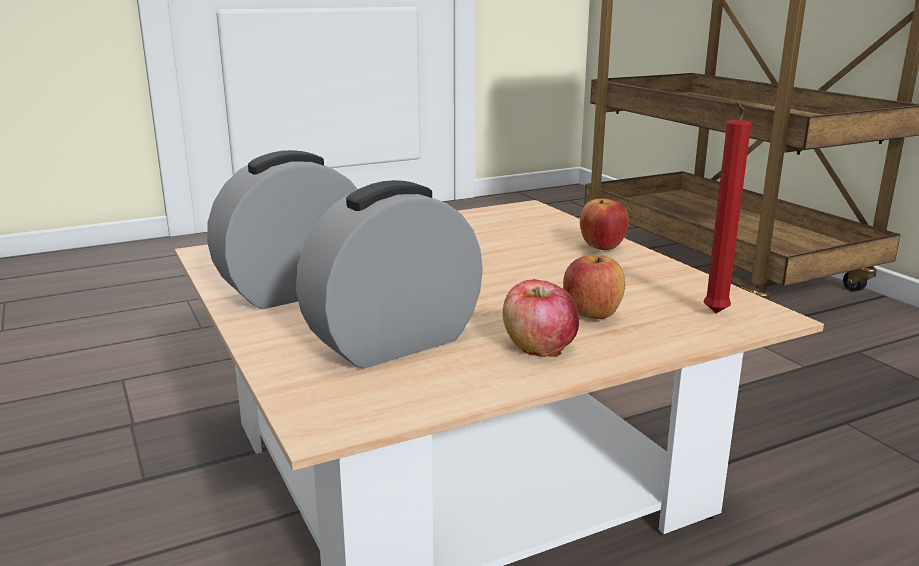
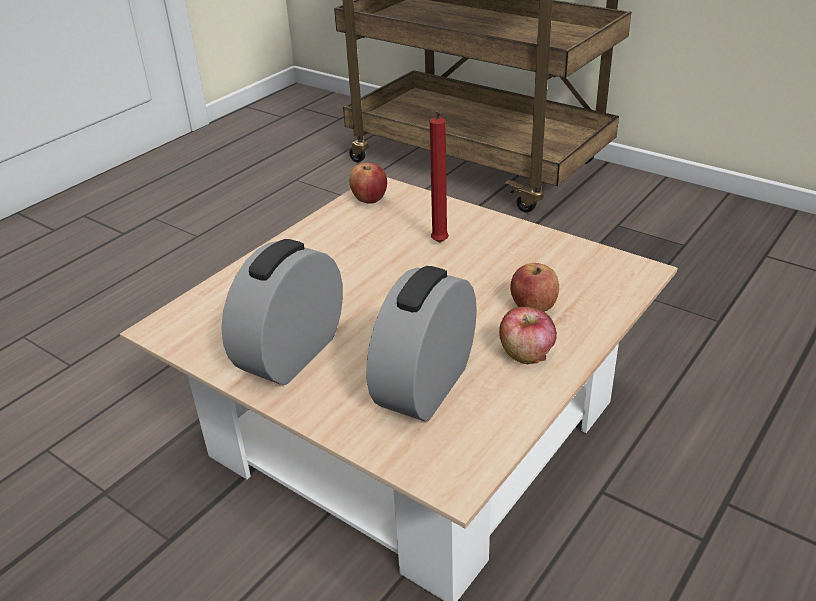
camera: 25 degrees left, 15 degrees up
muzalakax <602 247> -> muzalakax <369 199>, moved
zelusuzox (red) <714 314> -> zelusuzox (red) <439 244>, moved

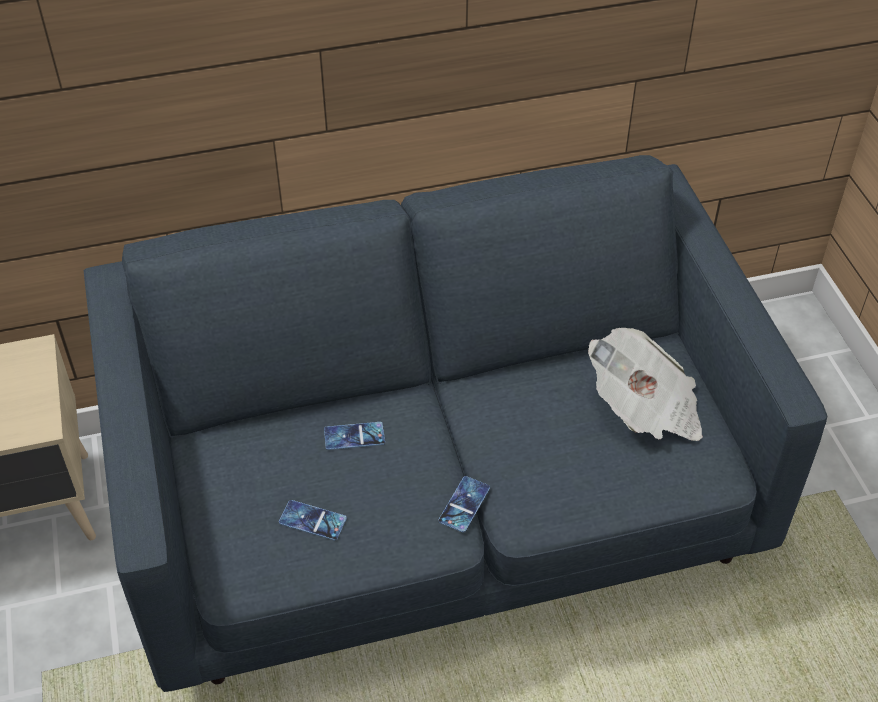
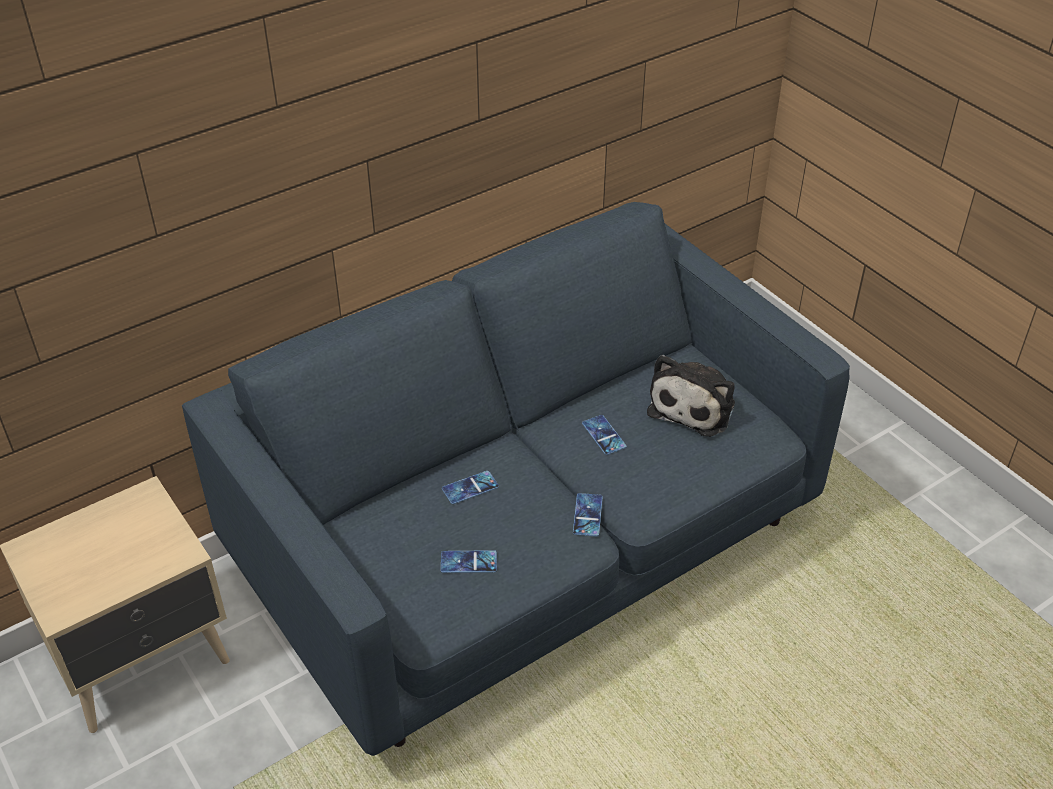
camera: 20 degrees left, 5 degrees down
none -> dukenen <604 435>
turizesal <644 409> -> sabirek <694 405>

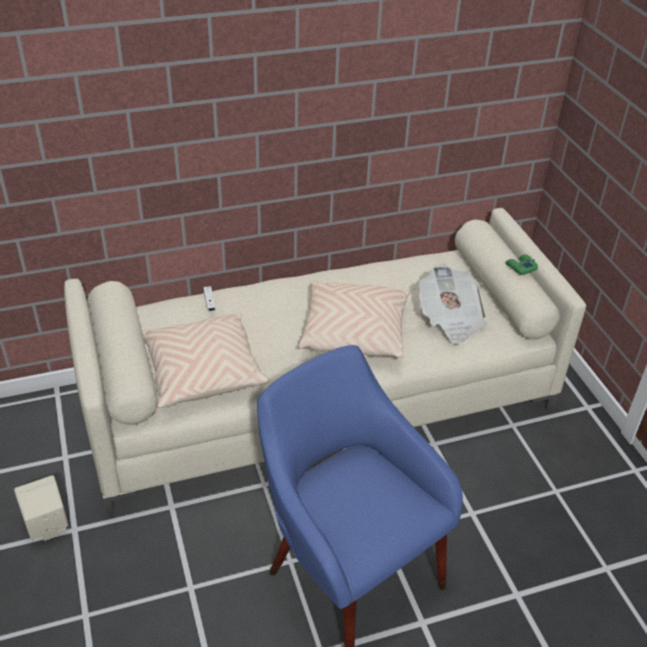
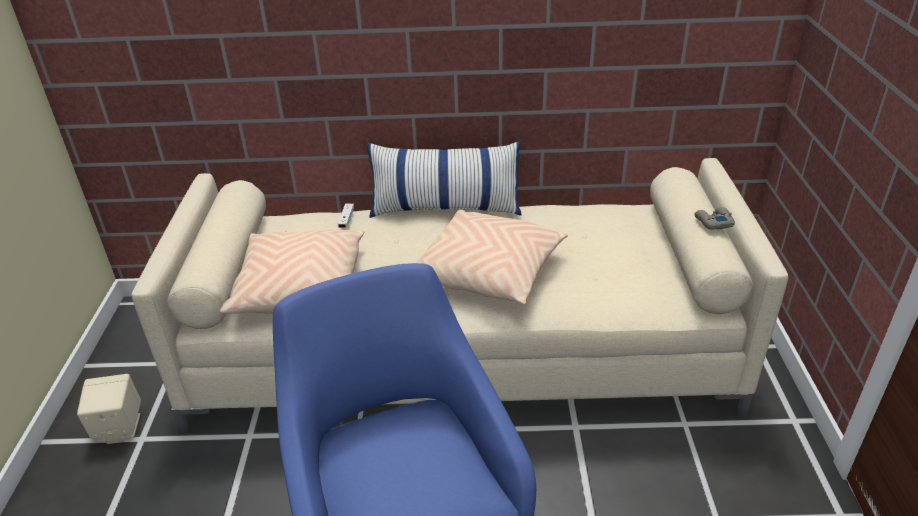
camera: 20 degrees right, 5 degrees down
turizesal <450 319> -> none
none -> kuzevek <445 207>
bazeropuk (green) <520 267> -> bazeropuk (grey) <713 222>

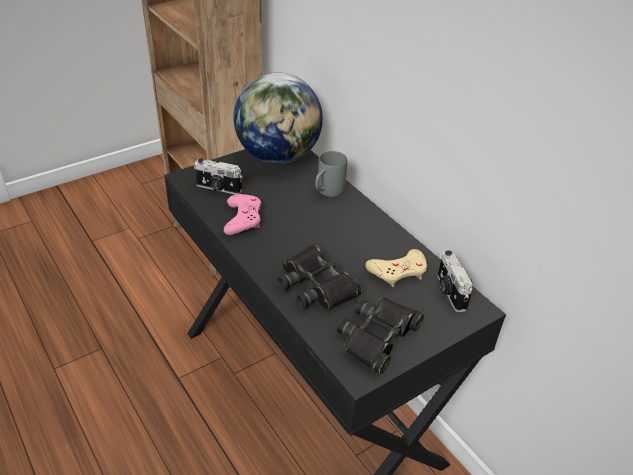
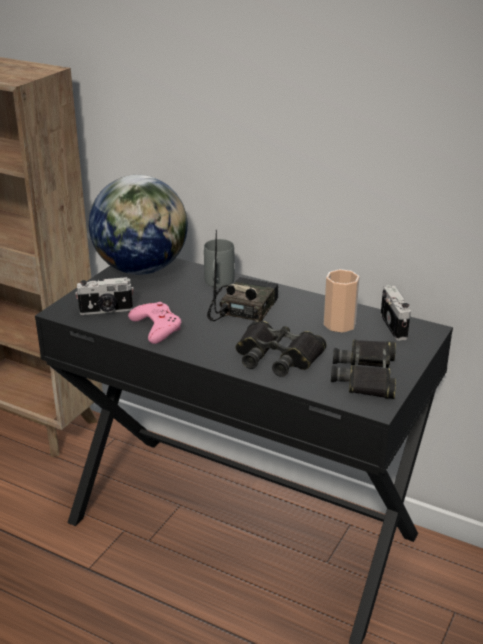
camera: 25 degrees left, 10 degrees down
none -> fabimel <243 308>
bazeropuk (beige) <398 271> -> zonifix <339 324>
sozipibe <449 292> -> sozipibe <395 326>, 150 degrees counterclockwise

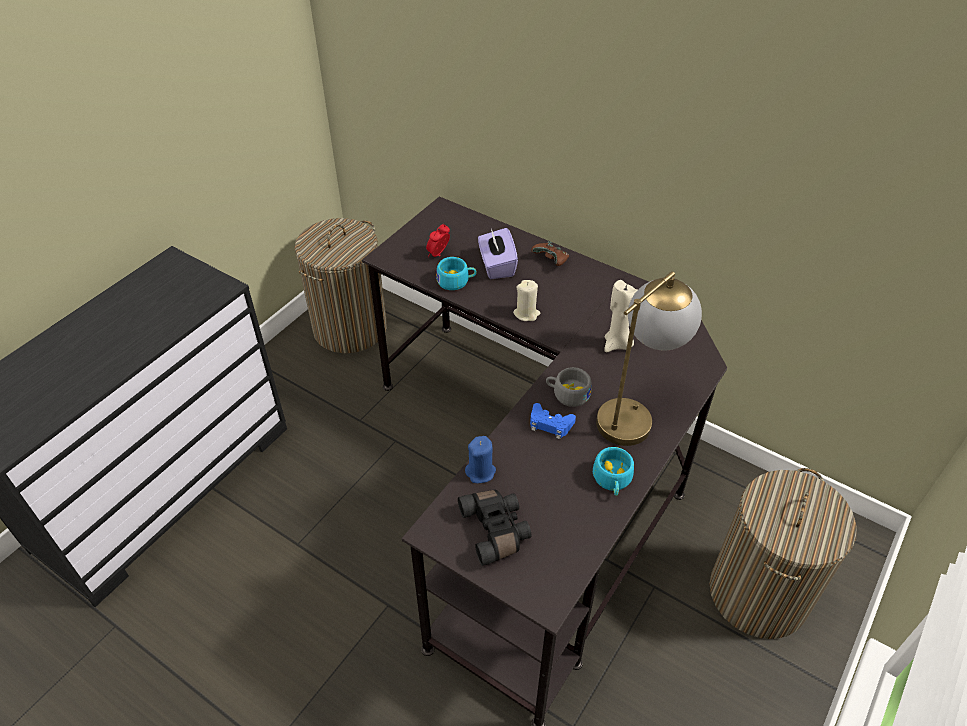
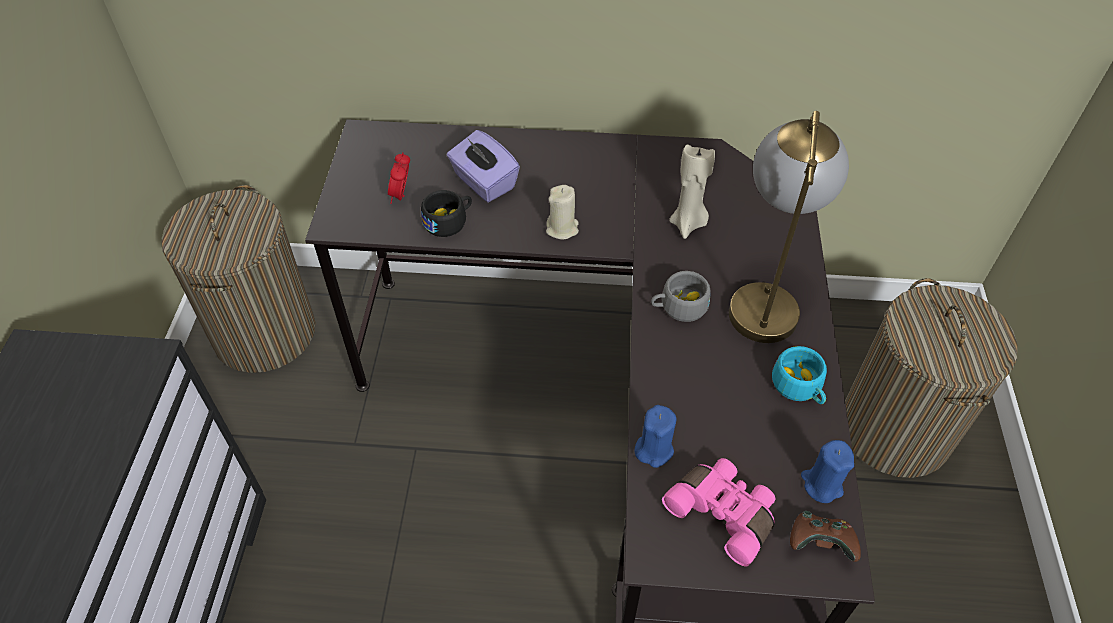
camera: 30 degrees left, 5 degrees up
bazeropuk (blue) <550 424> -> none
none -> zelusuzox (blue) <821 484>
bazeropuk (brown) <551 261> -> bazeropuk (brown) <820 543>, moved
zonifix (turquoise) <456 281> -> zonifix (black) <449 221>
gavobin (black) <496 530> -> gavobin (pink) <724 512>

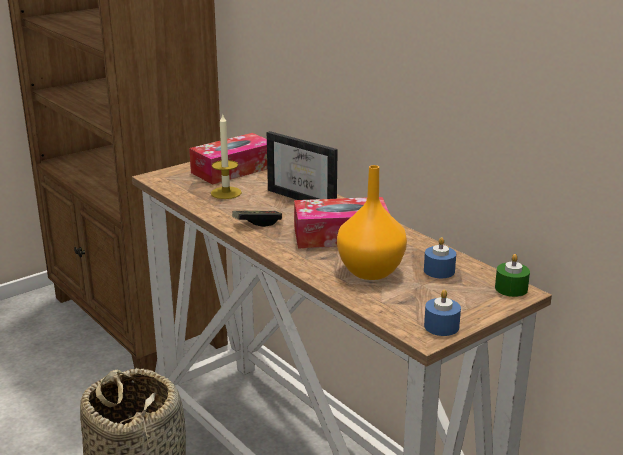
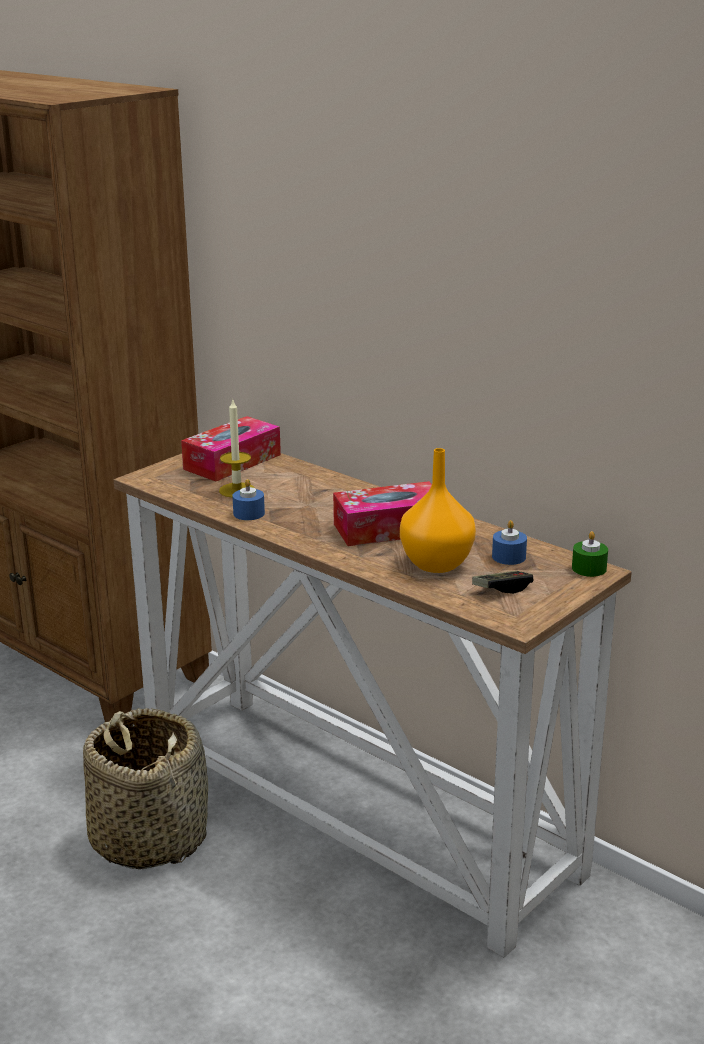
camera: 10 degrees left, 0 degrees up
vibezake <308 198> -> none
bazeropuk <257 223> -> bazeropuk <502 589>, moved
zelusuzox (blue) <441 326> -> zelusuzox (blue) <249 513>, moved

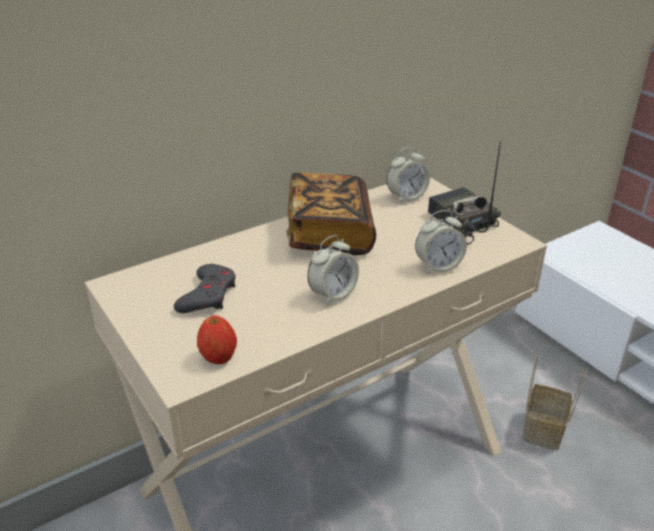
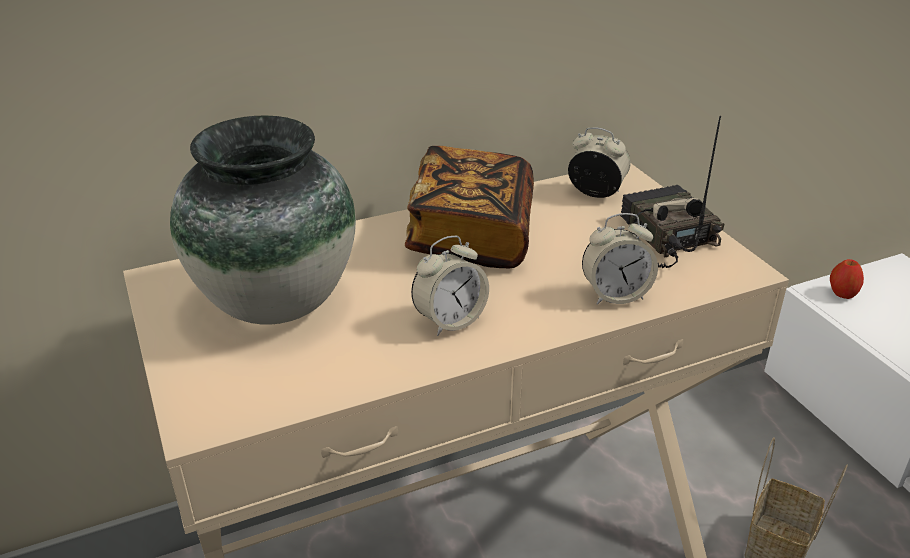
camera: 10 degrees right, 0 degrees up
muzalakax <218 357> -> muzalakax <842 294>, moved
bazeropuk (grey) <208 295> -> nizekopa <277 304>
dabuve <406 197> -> dabuve <596 193>, 135 degrees counterclockwise

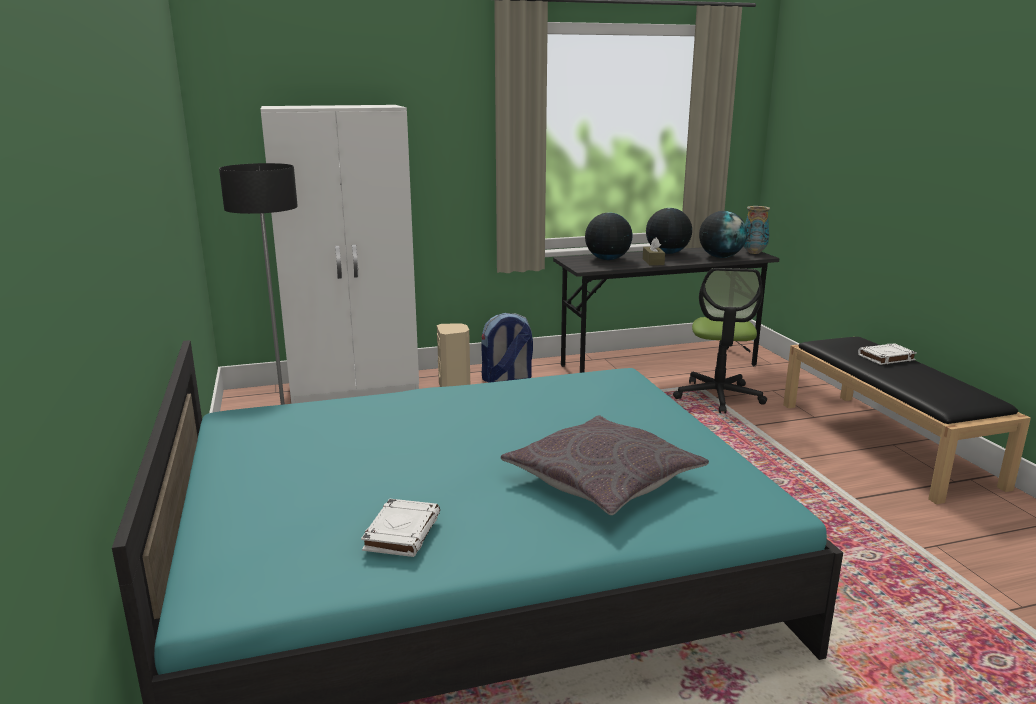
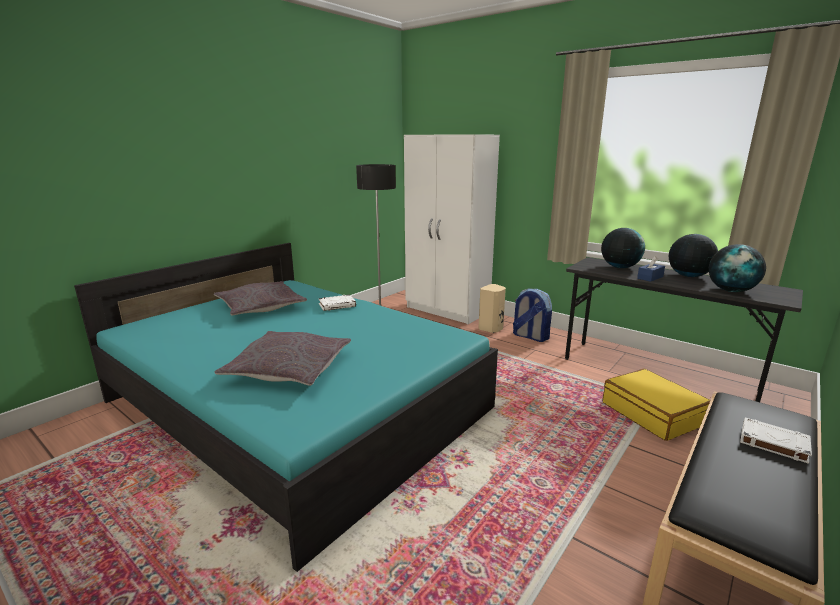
camera: 55 degrees right, 0 degrees up
nizekopa <754 252> -> none
none -> kuzevek (grey) <260 307>
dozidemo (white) <402 532> -> dozidemo (white) <337 305>, moved
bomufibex <718 396> -> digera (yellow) <652 414>
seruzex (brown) <653 262> -> seruzex (blue) <650 277>

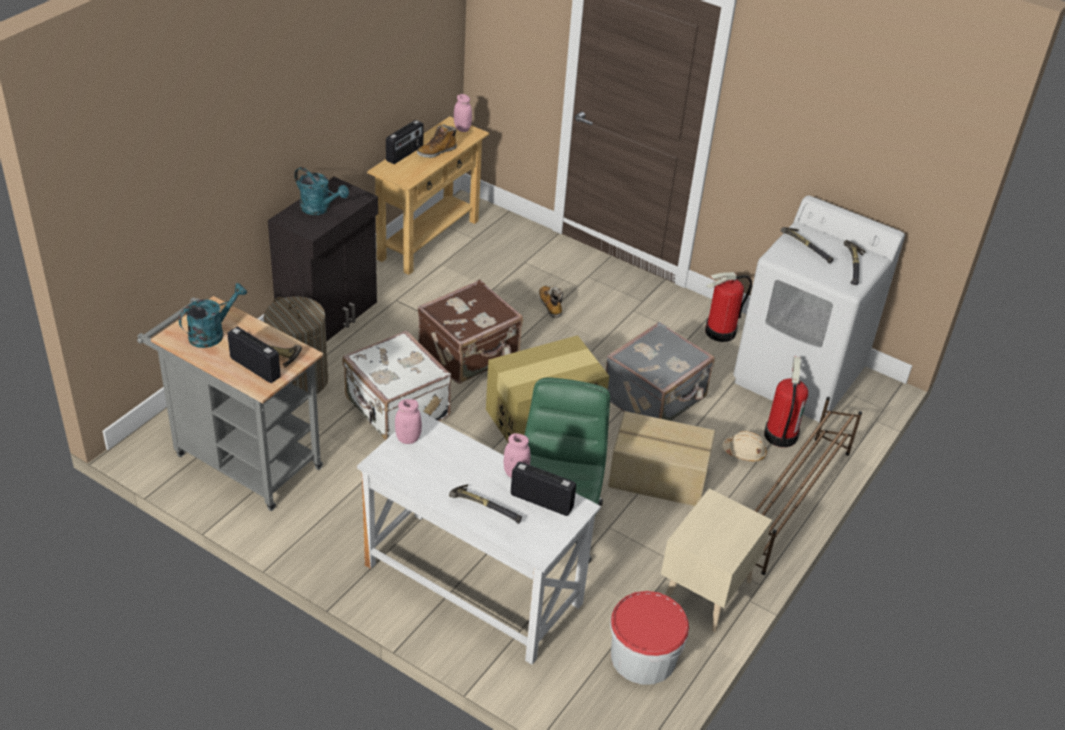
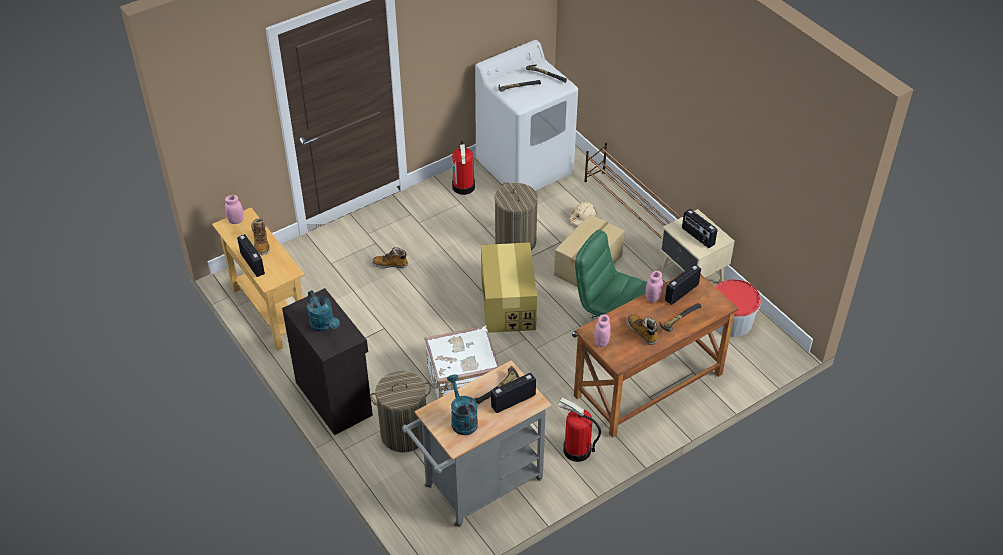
camera: 65 degrees left, 5 degrees up
digera (brown) <470 354> -> none
none -> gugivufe <642 332>
none -> fabimel <697 237>
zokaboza <780 435> -> zokaboza <576 450>, moved
digera (grey) <656 399> -> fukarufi <515 241>
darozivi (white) <472 585> -> darozivi (brown) <648 385>
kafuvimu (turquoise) <320 209> -> kafuvimu (turquoise) <324 325>, 90 degrees clockwise

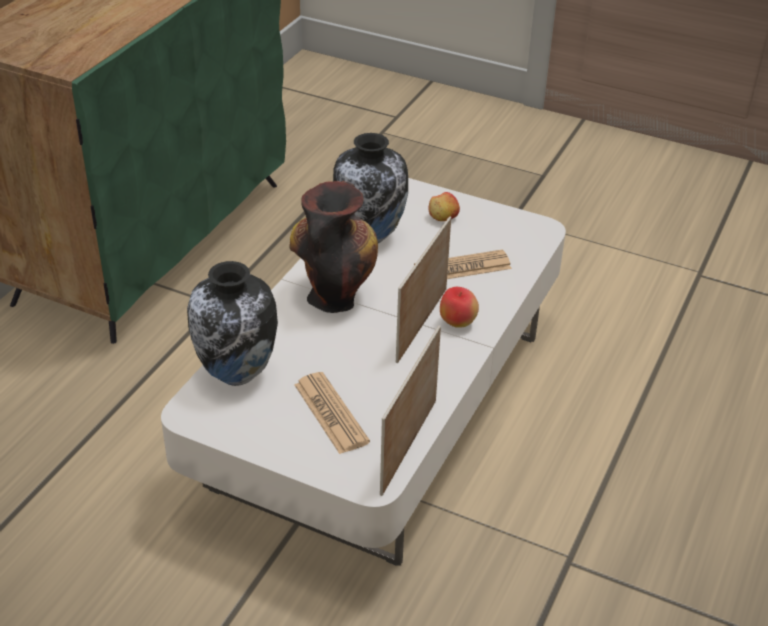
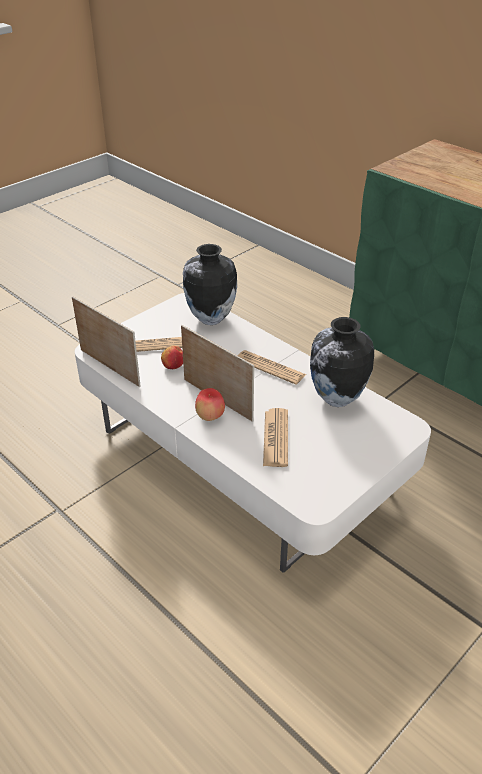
camera: 110 degrees right, 0 degrees up
muzalakax <443 218> -> muzalakax <173 365>, moved
nizekopa <333 294> -> turizesal <270 367>

